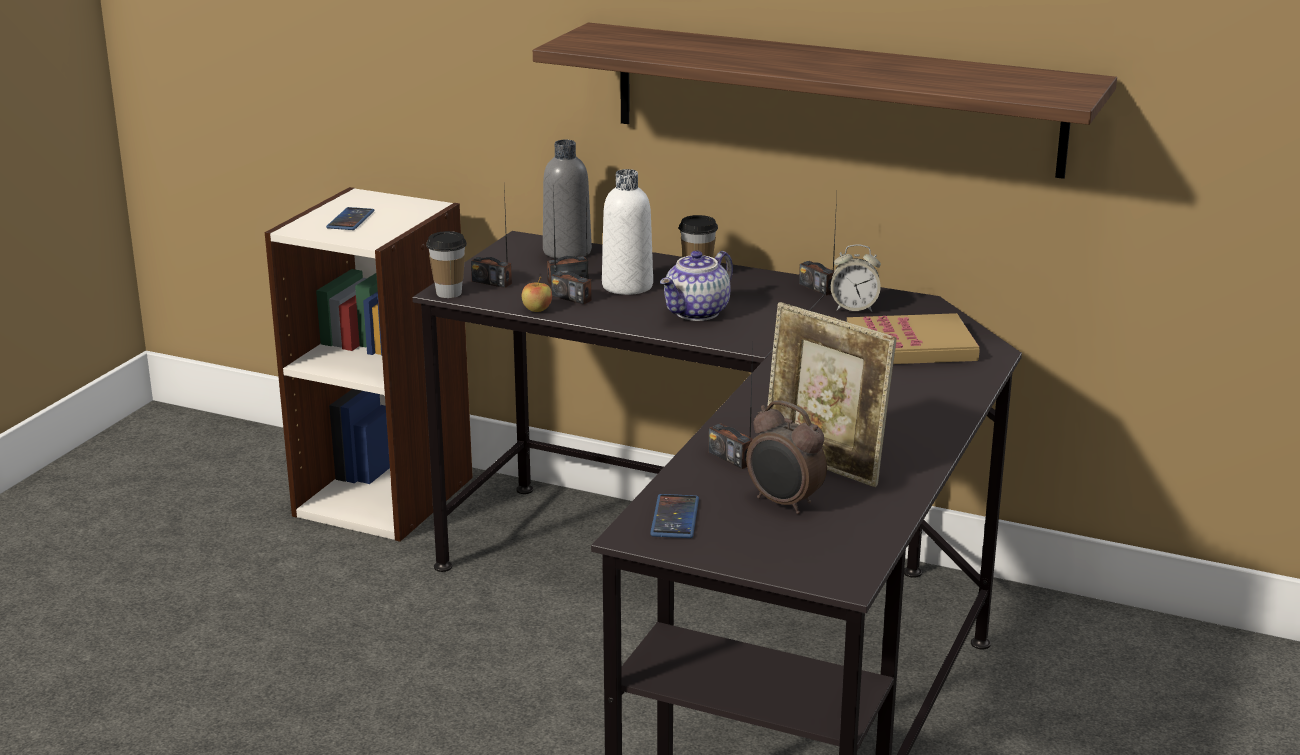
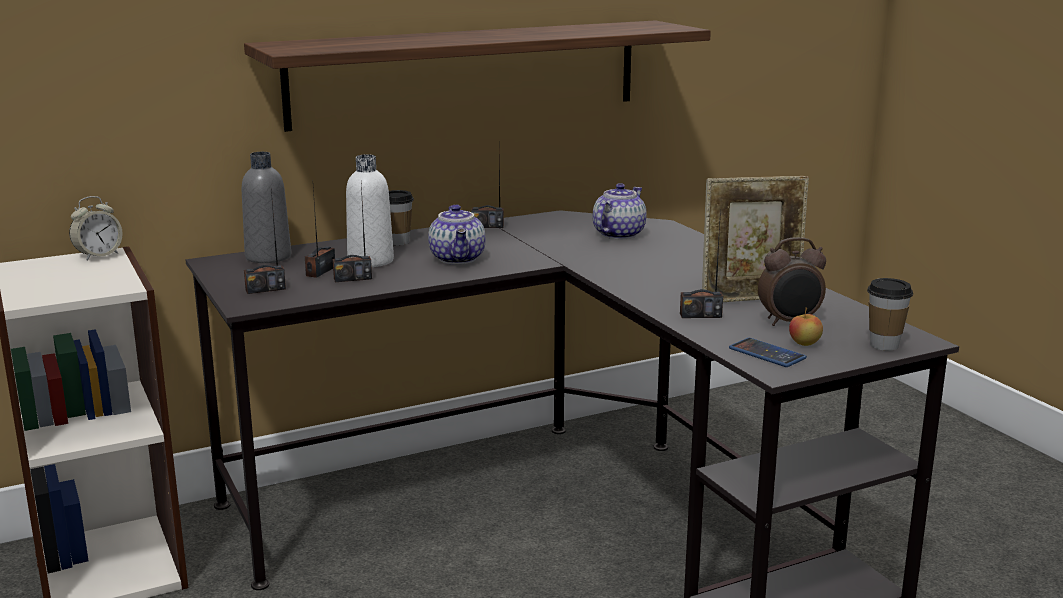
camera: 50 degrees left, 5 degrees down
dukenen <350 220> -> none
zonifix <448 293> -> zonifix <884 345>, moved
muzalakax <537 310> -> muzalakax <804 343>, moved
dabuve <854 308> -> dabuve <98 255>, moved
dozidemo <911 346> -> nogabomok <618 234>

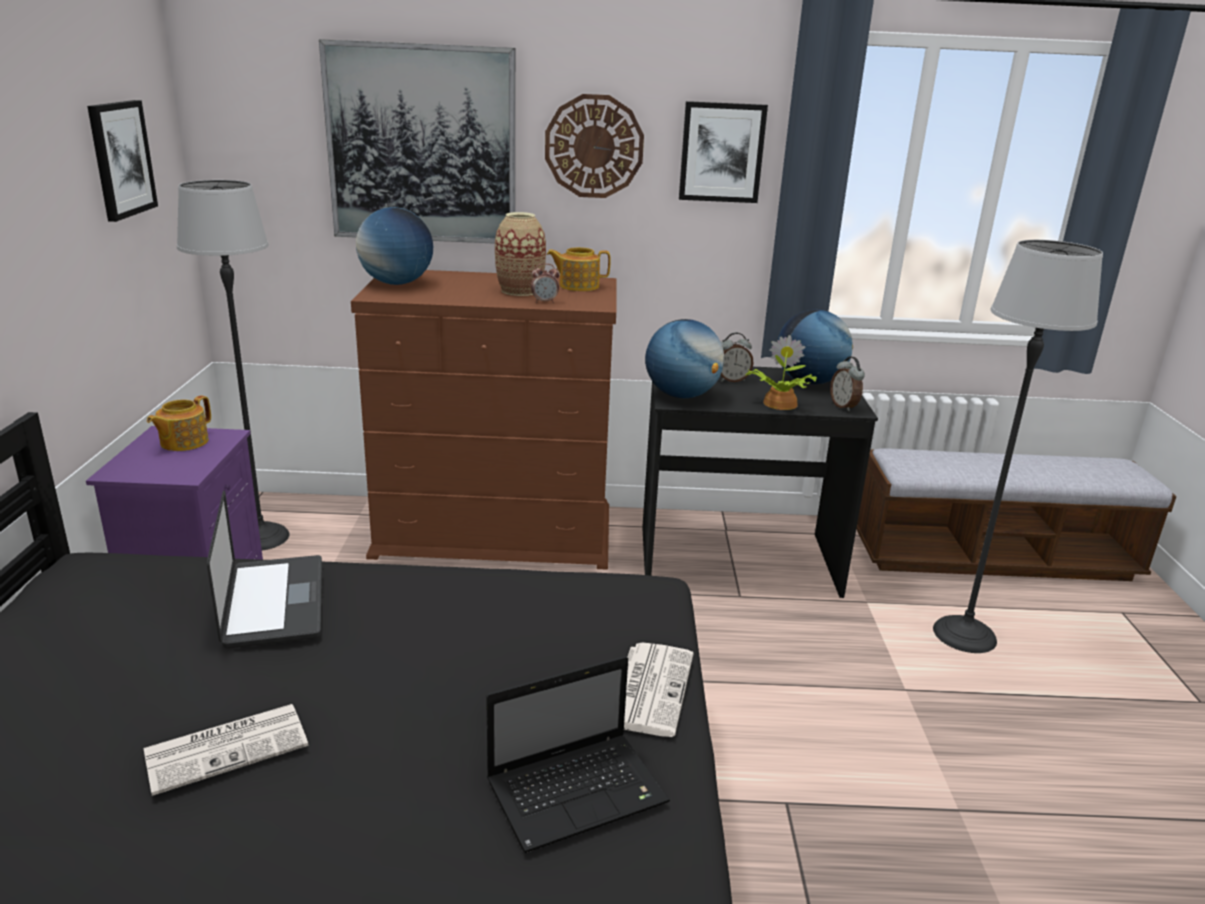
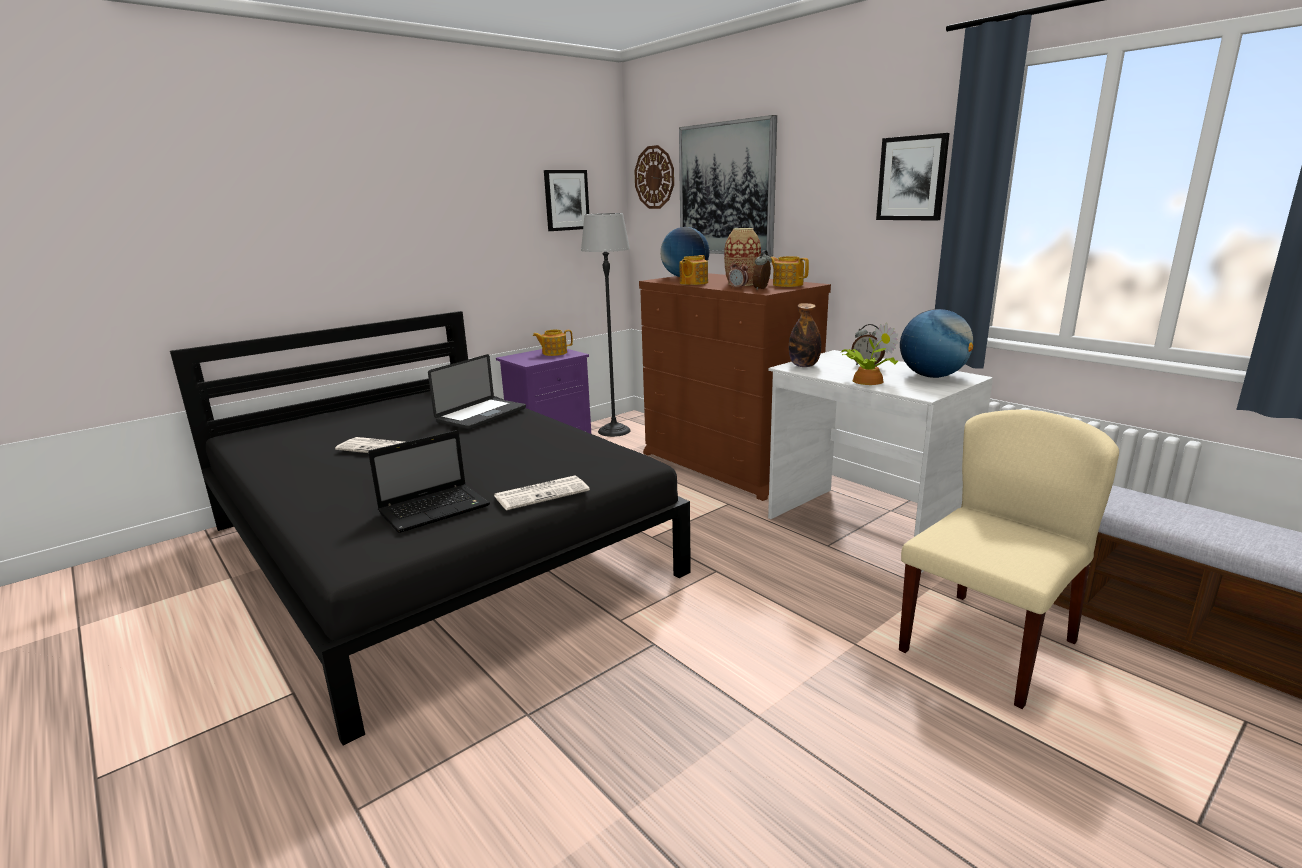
camera: 50 degrees right, 5 degrees down
none -> nogabomok <693 283>
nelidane <594 146> -> nelidane <654 177>, moved
dabuve <844 406> -> dabuve <762 289>, moved
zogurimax <681 395> -> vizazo <804 365>
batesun <965 634> -> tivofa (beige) <987 644>
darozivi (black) <737 562> -> darozivi (white) <863 528>
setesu <579 791> -> setesu <436 509>, 60 degrees counterclockwise

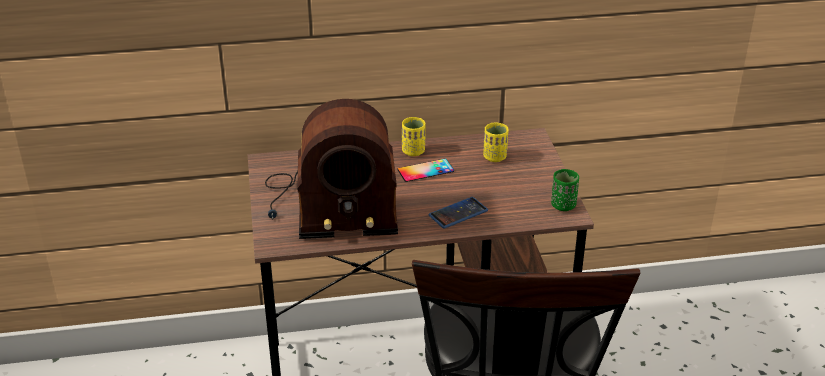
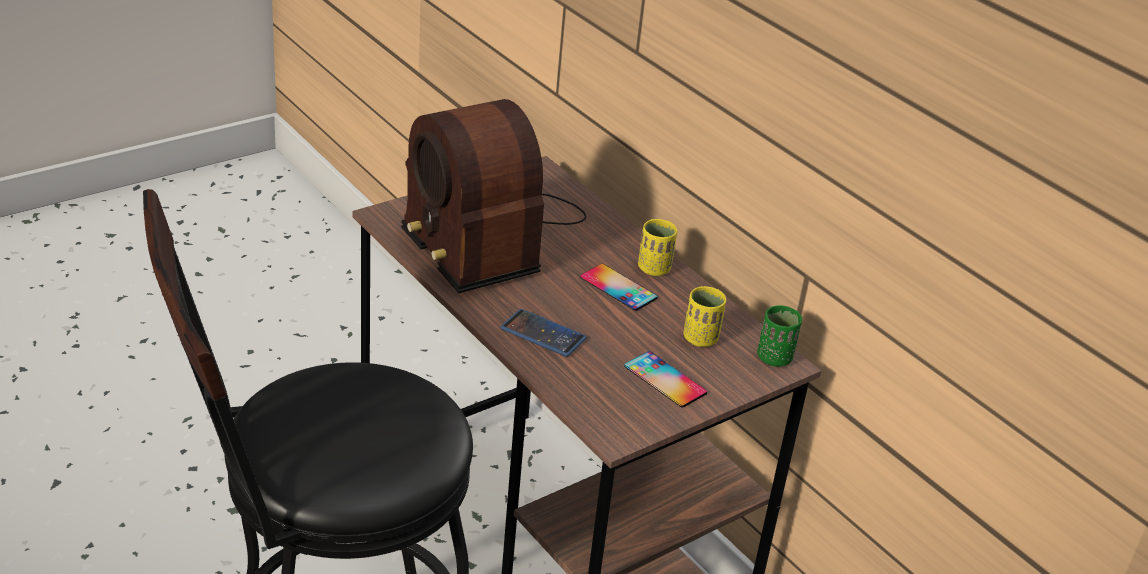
camera: 60 degrees right, 0 degrees up
none -> dukenen <665 380>
zonifix (green) <563 205> -> zonifix (green) <774 358>, moved

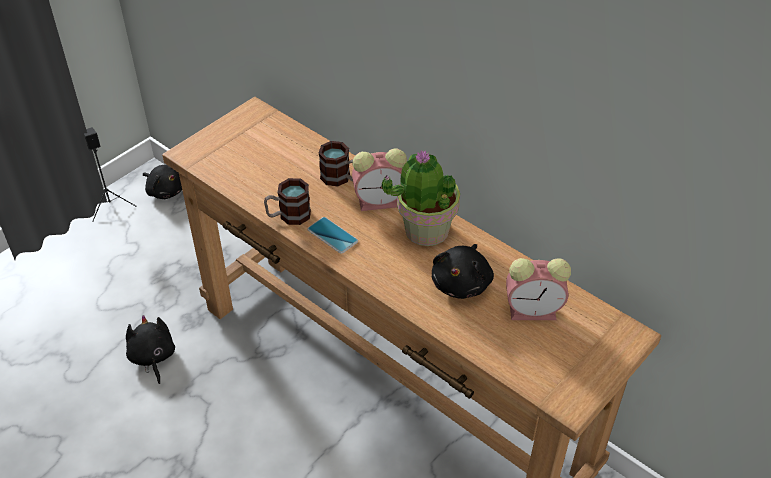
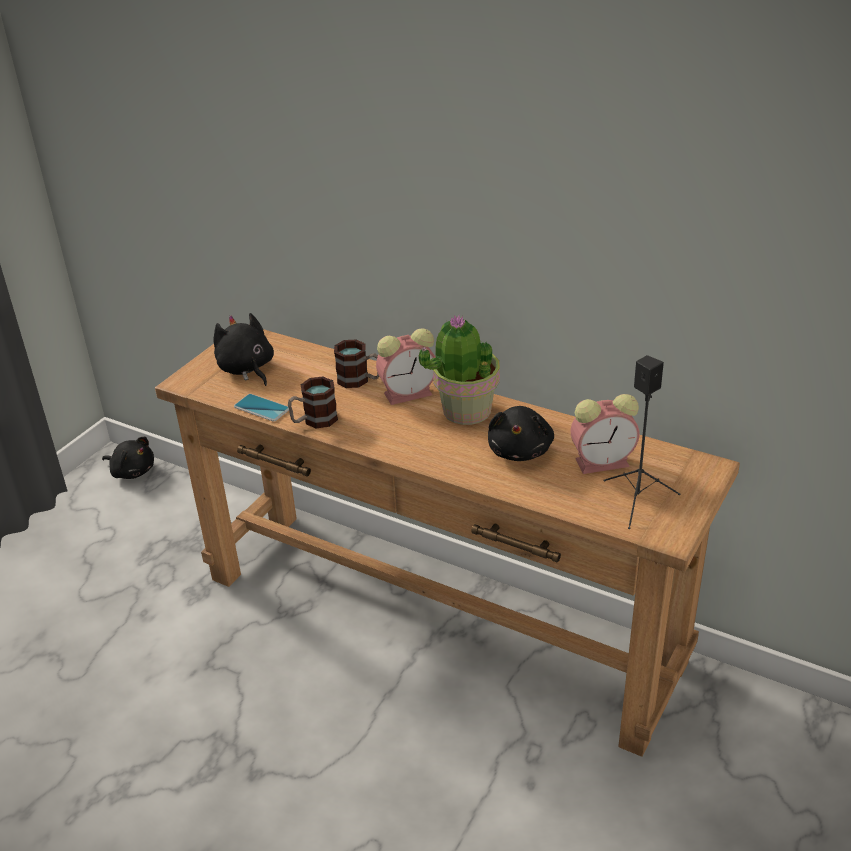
camera: 10 degrees left, 10 degrees down
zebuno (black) <111 205> -> zebuno (black) <638 500>, moved
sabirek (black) <152 357> -> sabirek (black) <246 369>, moved
dukenen <332 235> -> dukenen <261 408>, moved

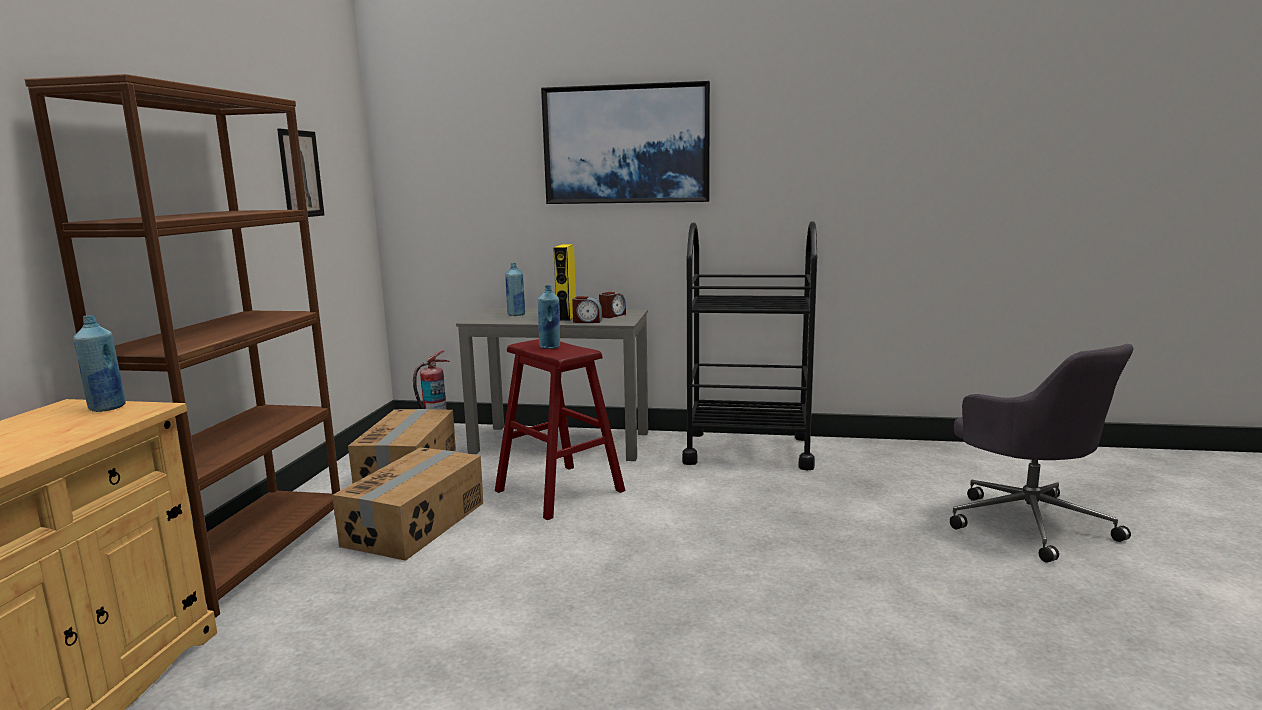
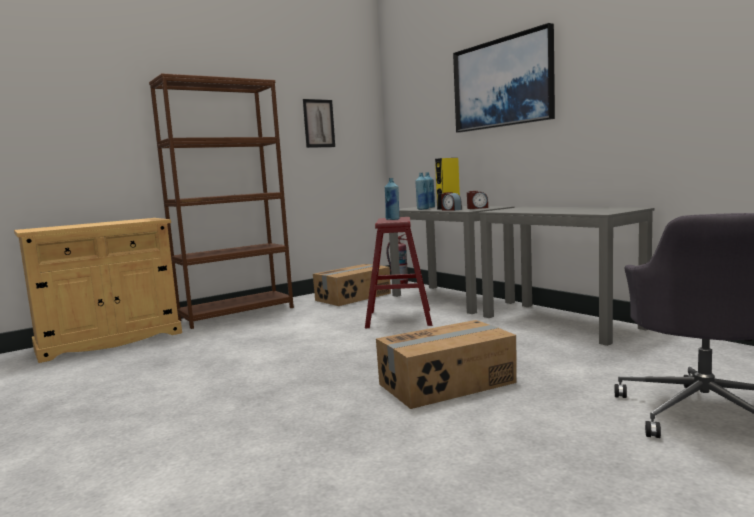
camera: 45 degrees right, 5 degrees down
vizazo (blue) <107 408> -> vizazo (blue) <423 209>, moved
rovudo <416 524> -> rovudo <447 383>, moved
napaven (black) <748 450> -> darozivi (grey) <561 322>

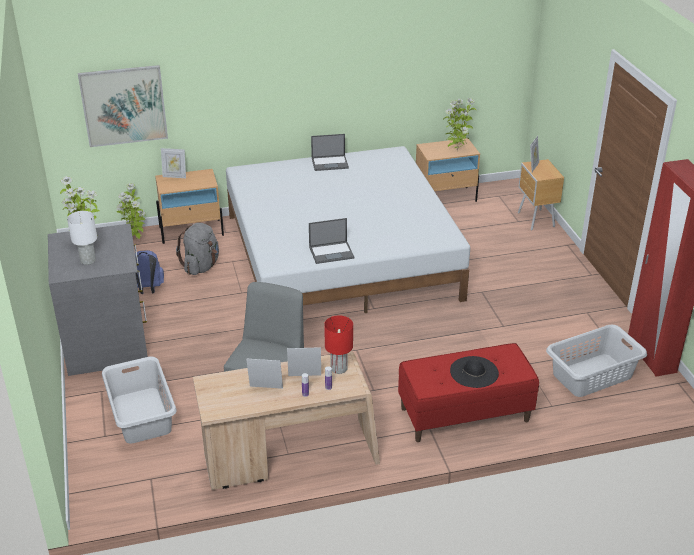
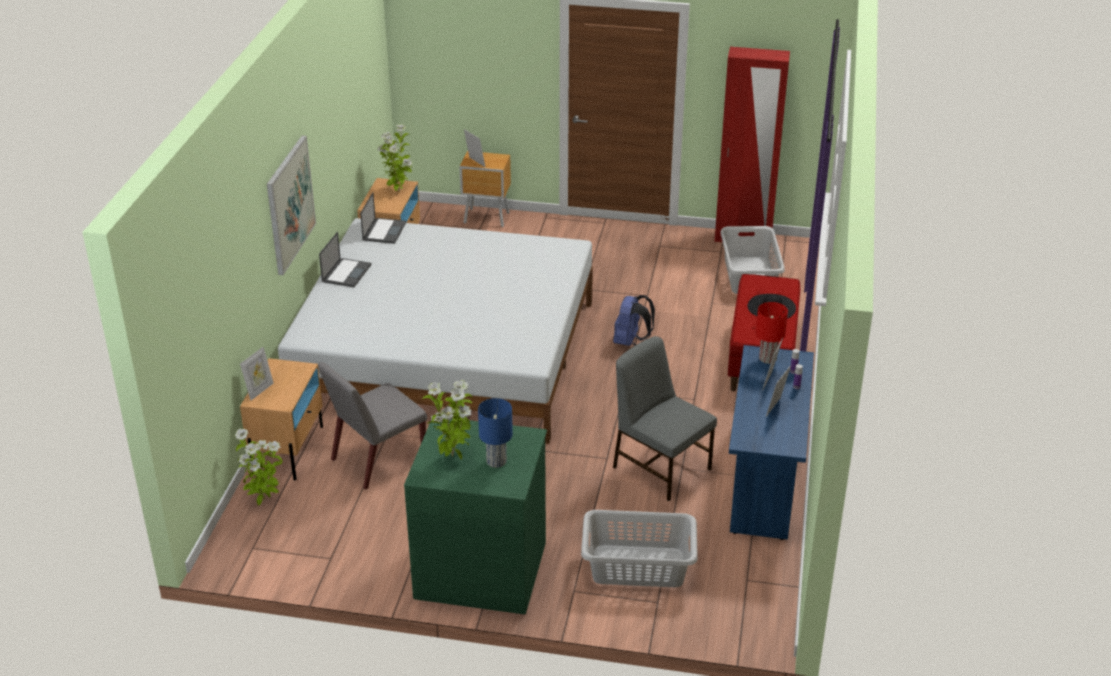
camera: 65 degrees left, 0 degrees up
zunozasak <124 105> -> zunozasak <290 204>, moved
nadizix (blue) <148 289> -> nadizix (blue) <631 342>, moved
setesu <332 252> -> setesu <384 231>, moved
nadizix (grey) <201 266> -> tivofa (grey) <377 459>
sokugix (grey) <108 343> -> sokugix (green) <481 568>
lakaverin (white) <87 261> -> lakaverin (blue) <497 461>
darozivi (beige) <289 457> -> darozivi (blue) <764 478>

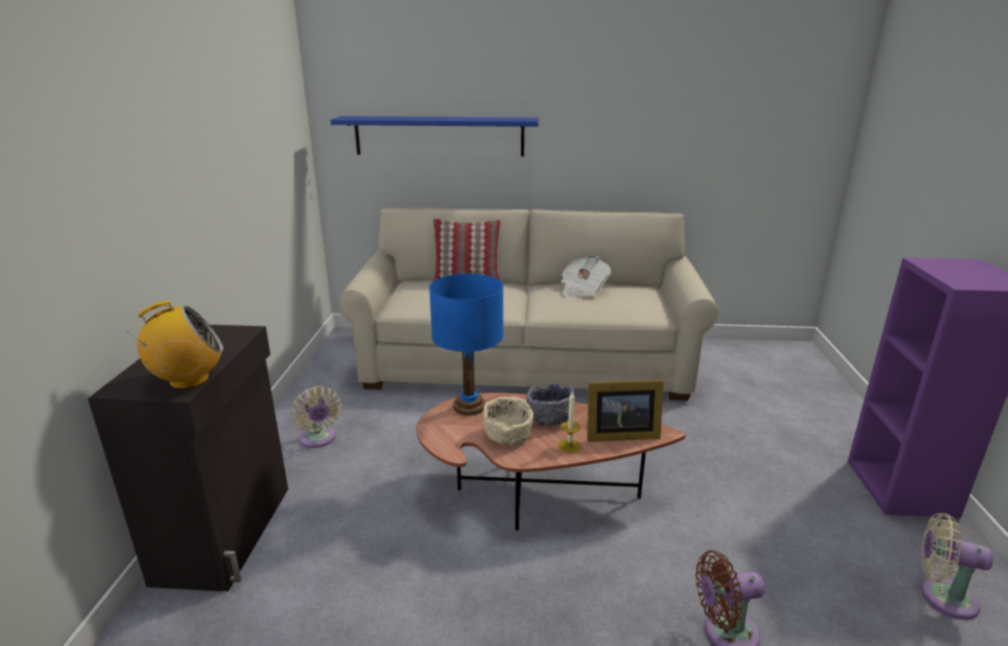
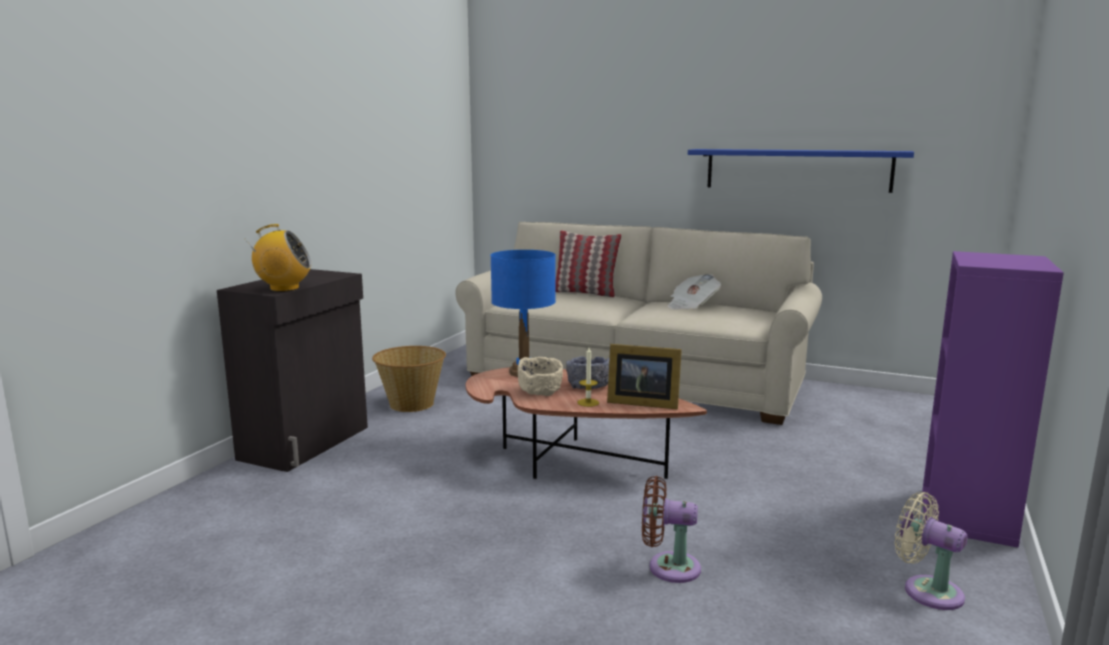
camera: 20 degrees right, 10 degrees down
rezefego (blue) <439 136> -> rezefego (blue) <797 170>, moved
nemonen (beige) <318 439> -> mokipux <411 404>

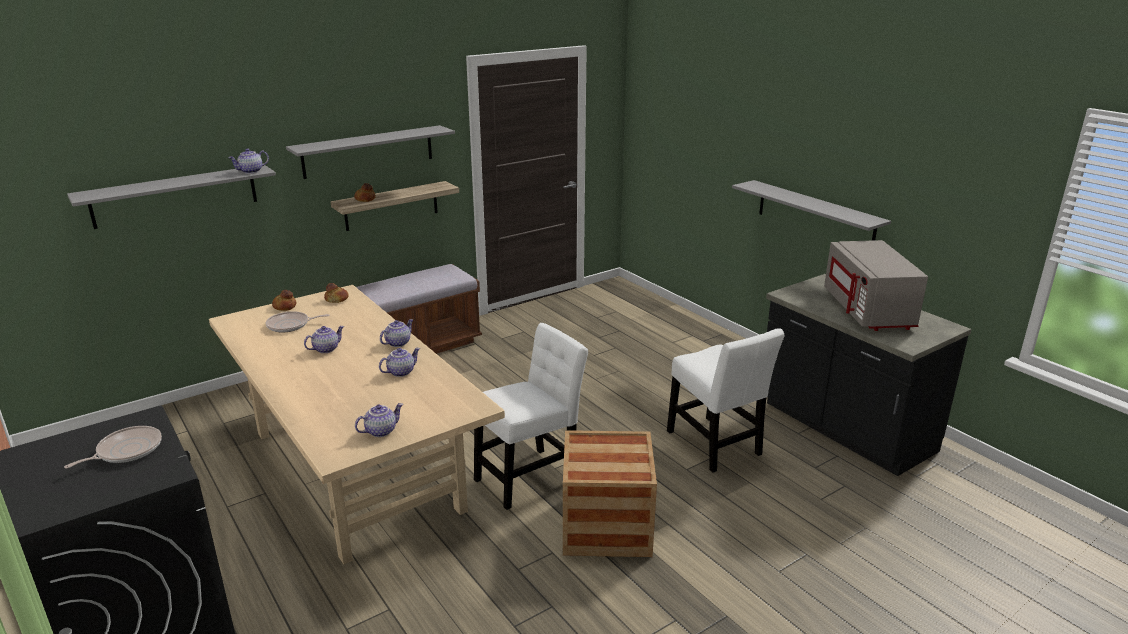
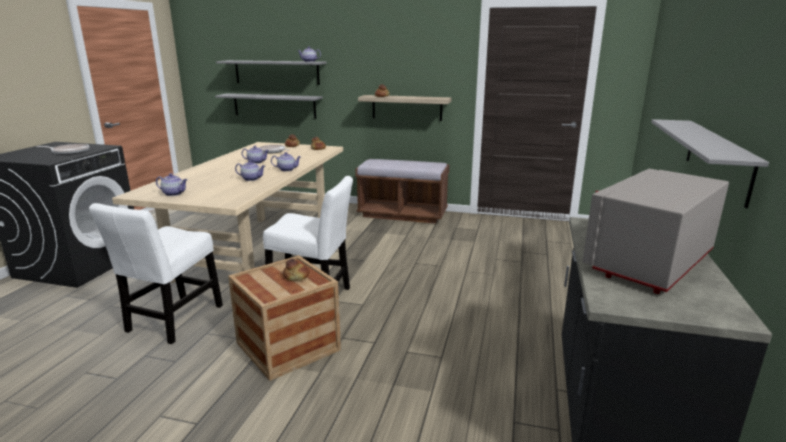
camera: 50 degrees right, 5 degrees down
none -> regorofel <296 277>
rezefego (grey) <368 151> -> rezefego (grey) <274 105>, moved
tivofa (white) <715 446> -> tivofa (white) <172 321>, moved

